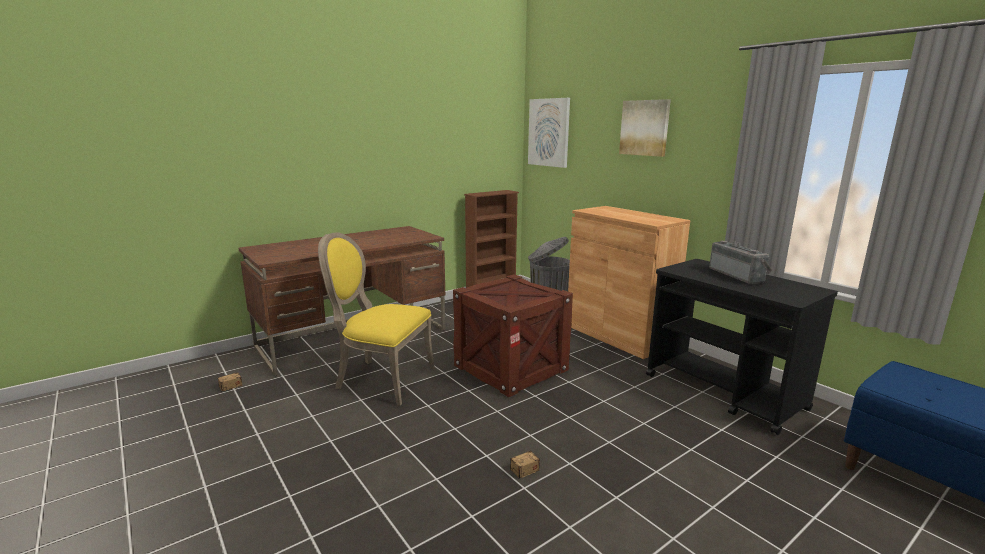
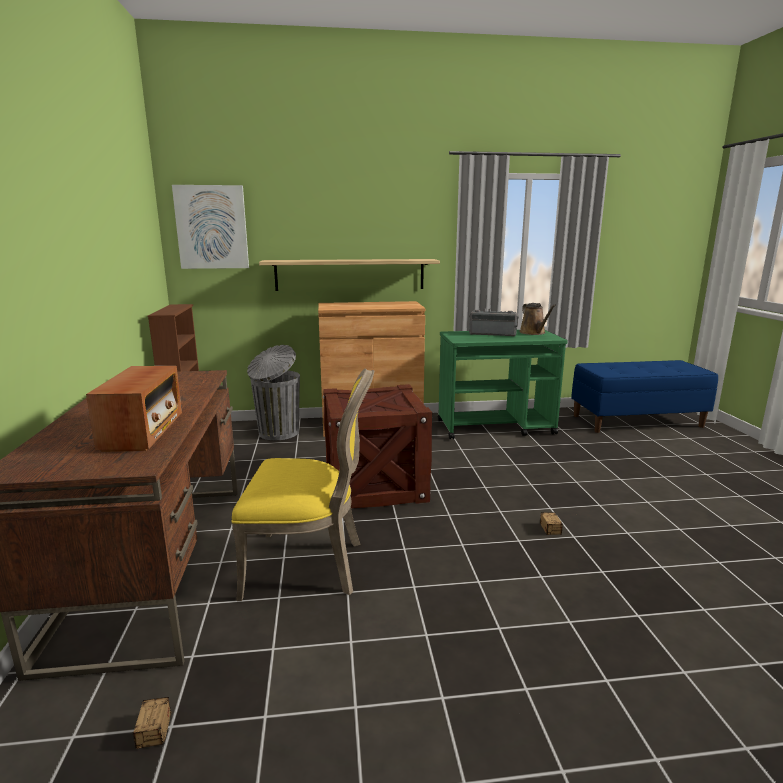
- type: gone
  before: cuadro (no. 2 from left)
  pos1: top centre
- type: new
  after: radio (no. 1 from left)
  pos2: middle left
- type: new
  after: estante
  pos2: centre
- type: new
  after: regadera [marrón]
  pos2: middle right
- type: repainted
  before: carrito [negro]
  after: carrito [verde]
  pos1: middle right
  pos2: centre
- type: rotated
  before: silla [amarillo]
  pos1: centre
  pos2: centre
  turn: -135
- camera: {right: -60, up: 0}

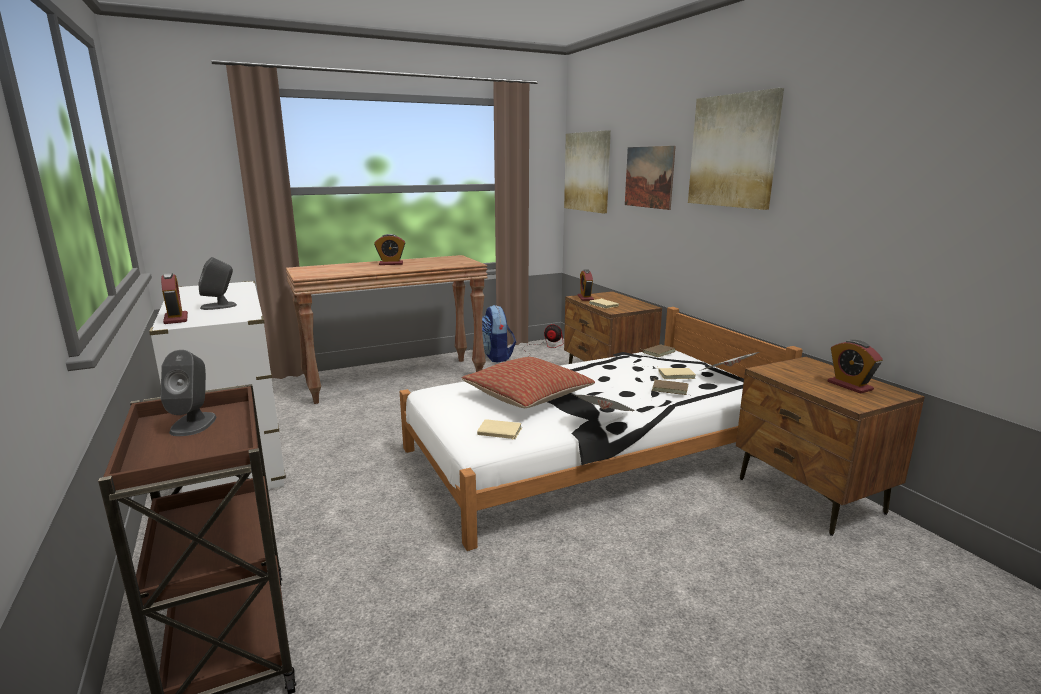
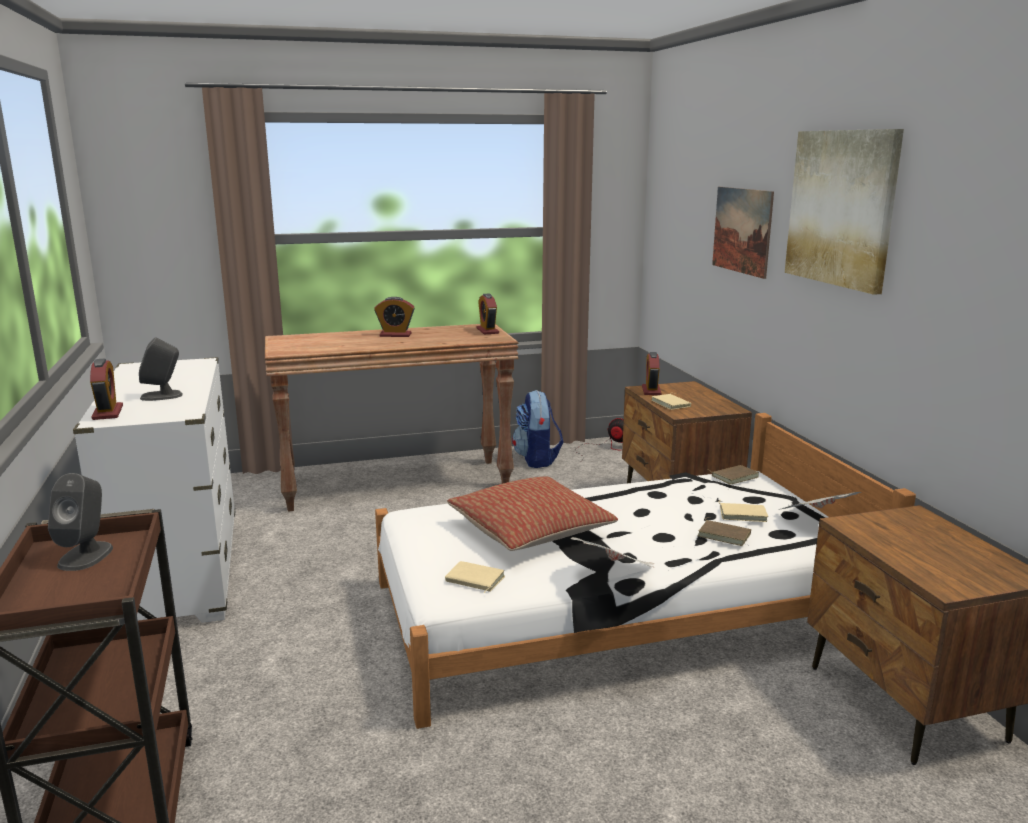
- type: gone
  before: cuadro (no. 1 from left)
  pos1: top centre
- type: shifted
  before: despertador (no. 4 from left in the first image)
  after: despertador (no. 3 from left)
  pos1: middle right
  pos2: centre
- camera: {right: 10, up: 0}

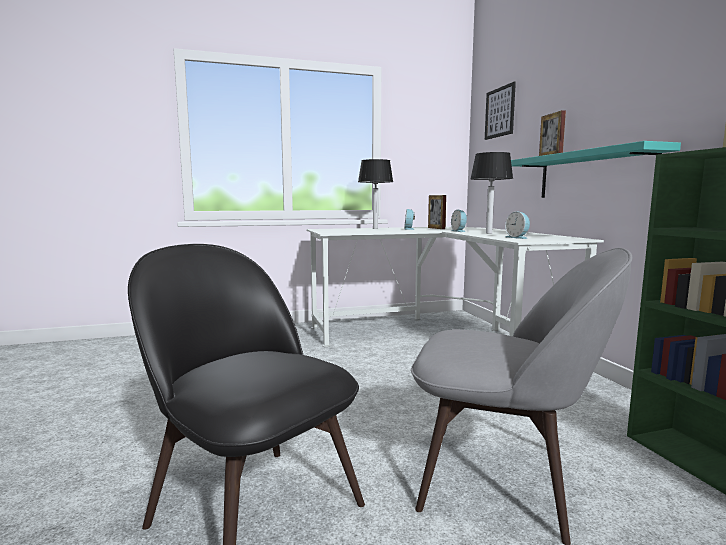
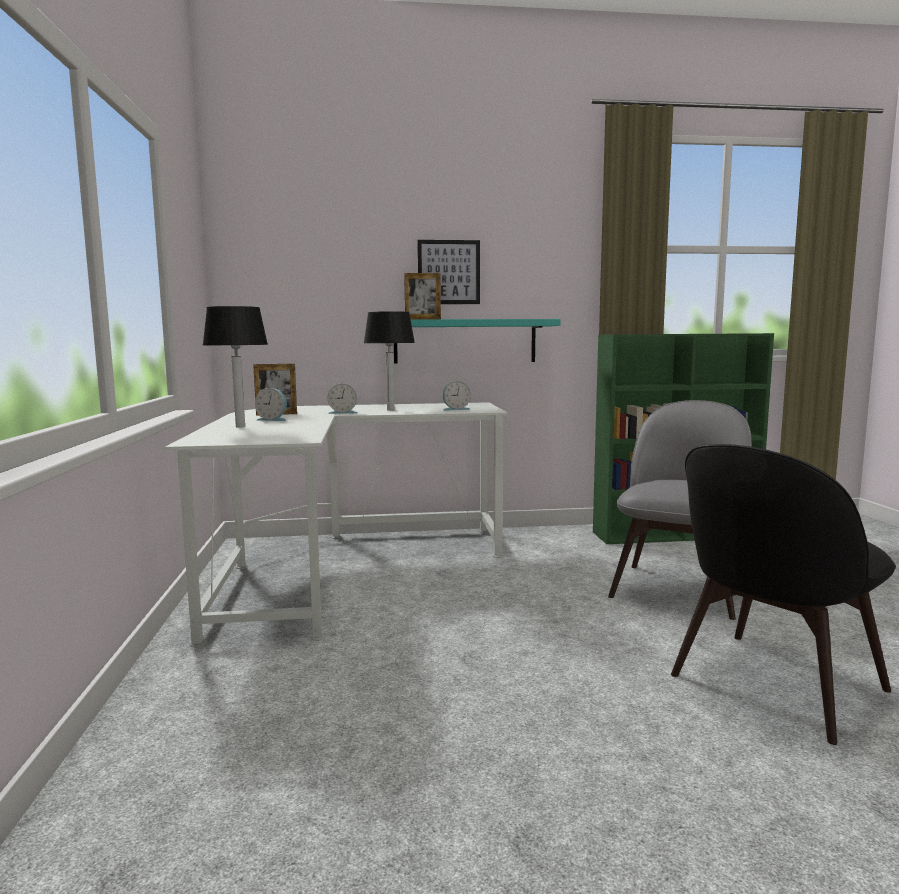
- type: shifted
  before: cuadro
  pos1: top right
  pos2: top centre
- camera: {right: -80, up: 0}

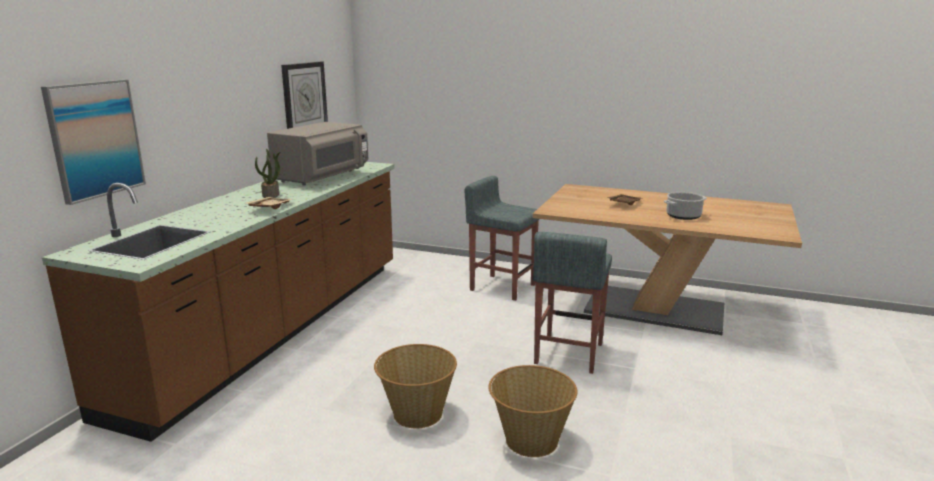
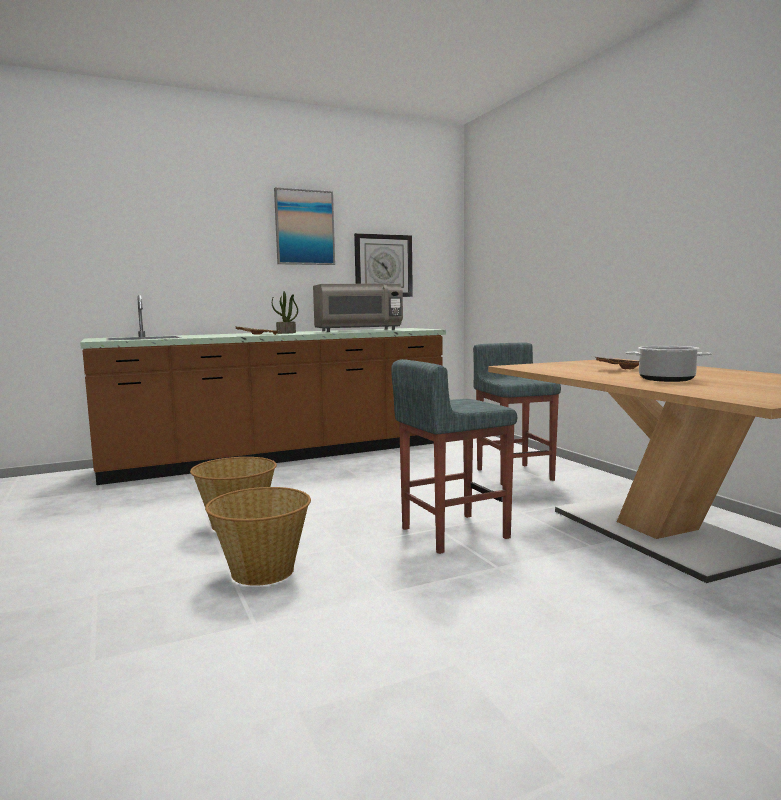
- type: shifted
  before: cuadro
  pos1: top left
  pos2: top centre
- camera: {right: 45, up: -10}

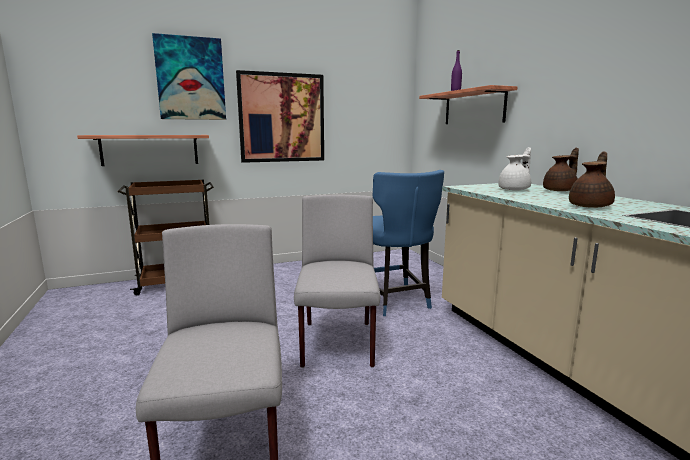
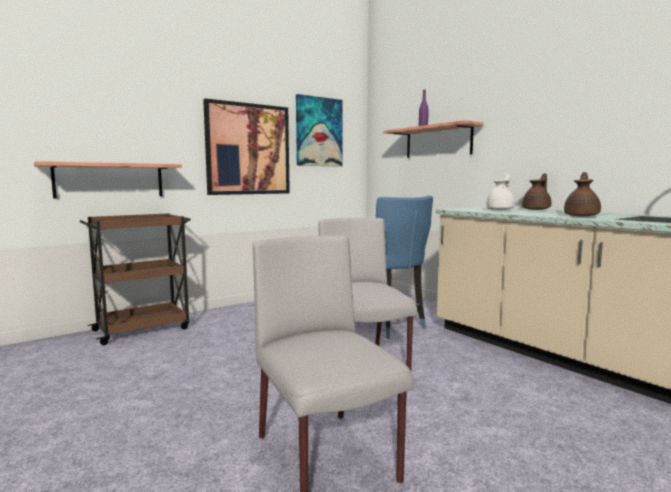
- type: shifted
  before: cuadro (no. 1 from left in the first image)
  after: cuadro (no. 2 from left)
  pos1: top left
  pos2: top centre
- camera: {right: -15, up: -5}

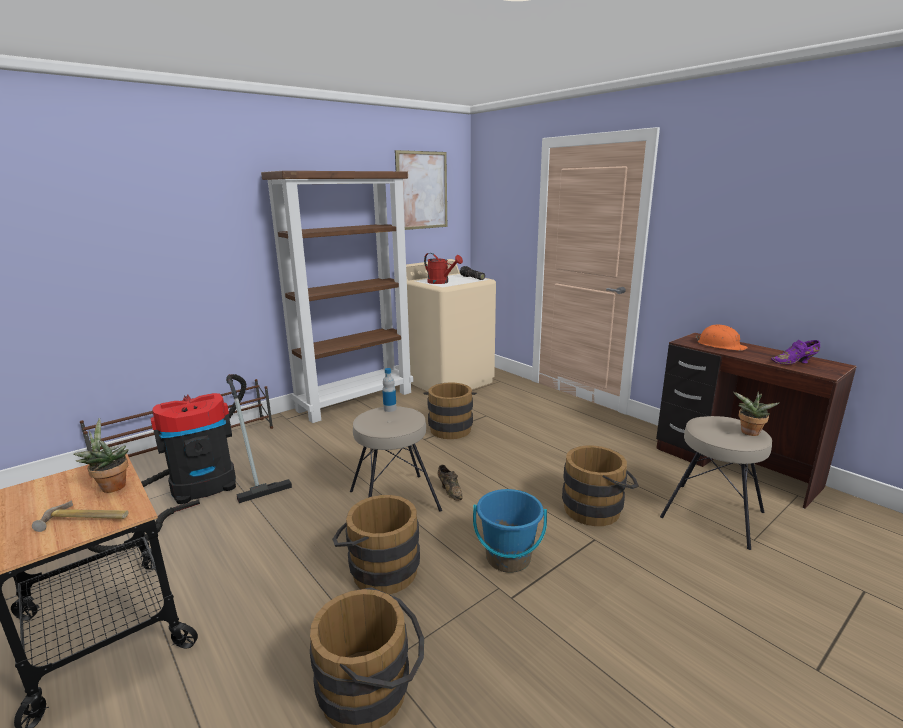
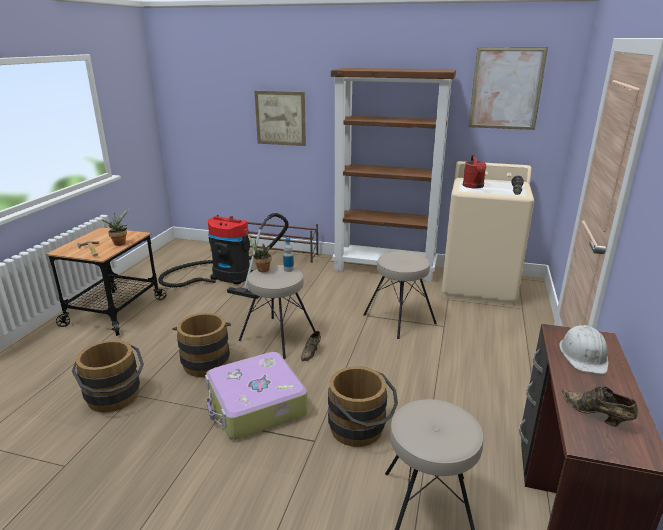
- type: new
  after: cuadro (no. 1 from left)
  pos2: top centre
- type: shifted
  before: planta en maceta (no. 2 from left)
  pos1: middle right
  pos2: centre
- type: swapped
  before: cubo [marrón] (no. 3 from left)
  after: taburete [beis] (no. 2 from left)
  pos1: centre
  pos2: centre
- type: swapped
  before: cubo [azul]
  after: maleta
  pos1: bottom centre
  pos2: bottom centre
- type: repainted
  before: casco [naranja]
  after: casco [blanco]
  pos1: middle right
  pos2: middle right
- type: repainted
  before: zapato [morado]
  after: zapato [marrón] (no. 2 from left)
  pos1: middle right
  pos2: bottom right
- camera: {right: 55, up: 5}

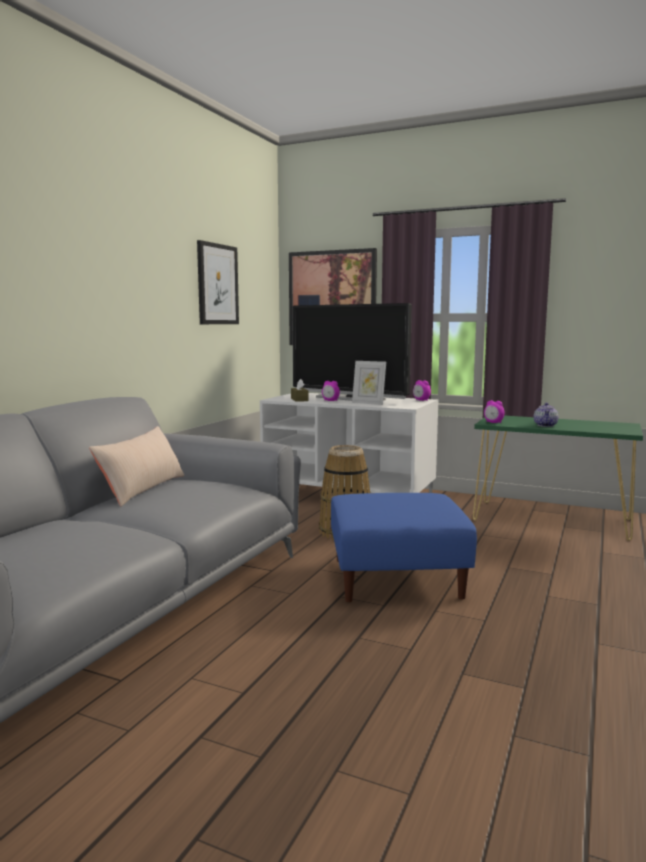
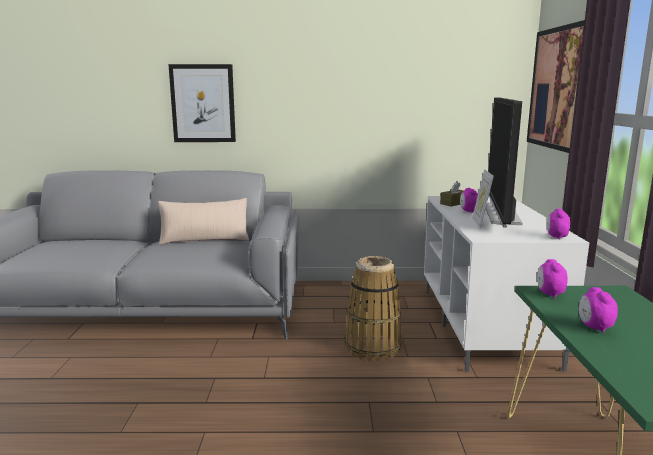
- type: gone
  before: puf [azul]
  pos1: centre
- type: shifted
  before: cuadro (no. 1 from left)
  pos1: top centre
  pos2: top left
- type: swapped
  before: tetera
  after: despertador (no. 4 from left)
  pos1: middle right
  pos2: bottom right
- camera: {right: 65, up: 5}

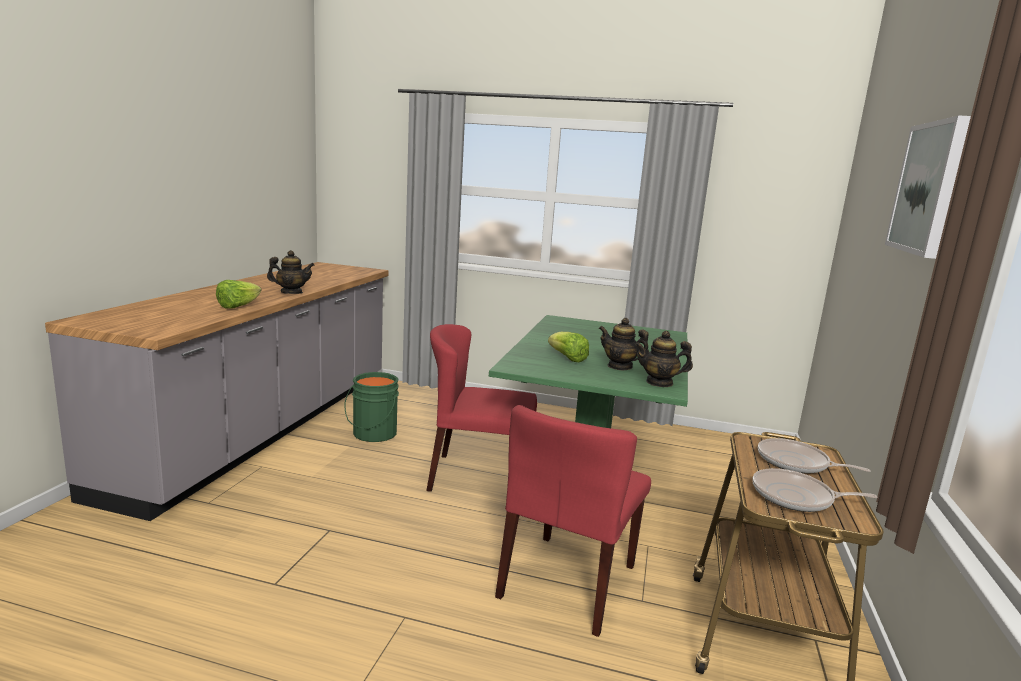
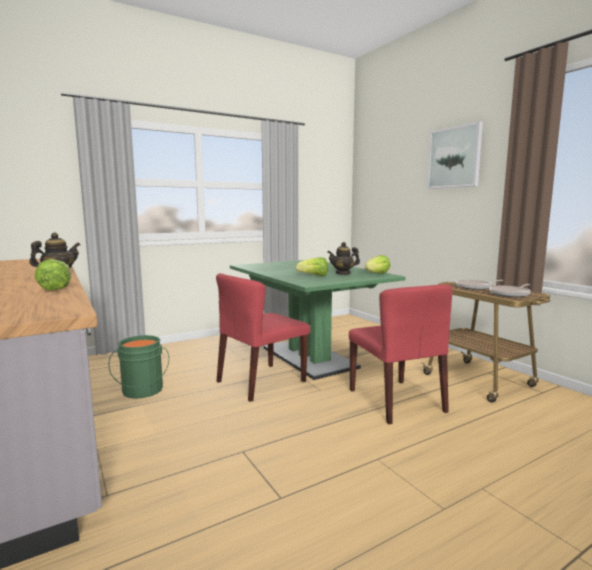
- type: swapped
  before: tetera (no. 3 from left)
  after: lechuga (no. 3 from left)
  pos1: centre
  pos2: centre
- camera: {right: -45, up: -5}

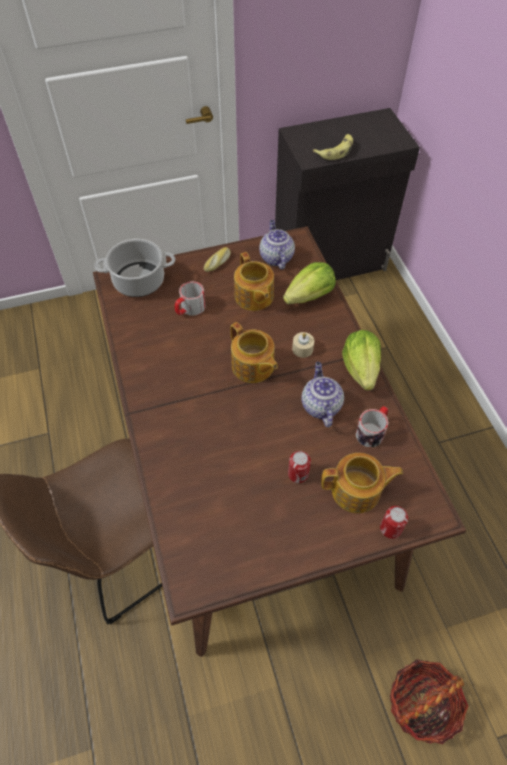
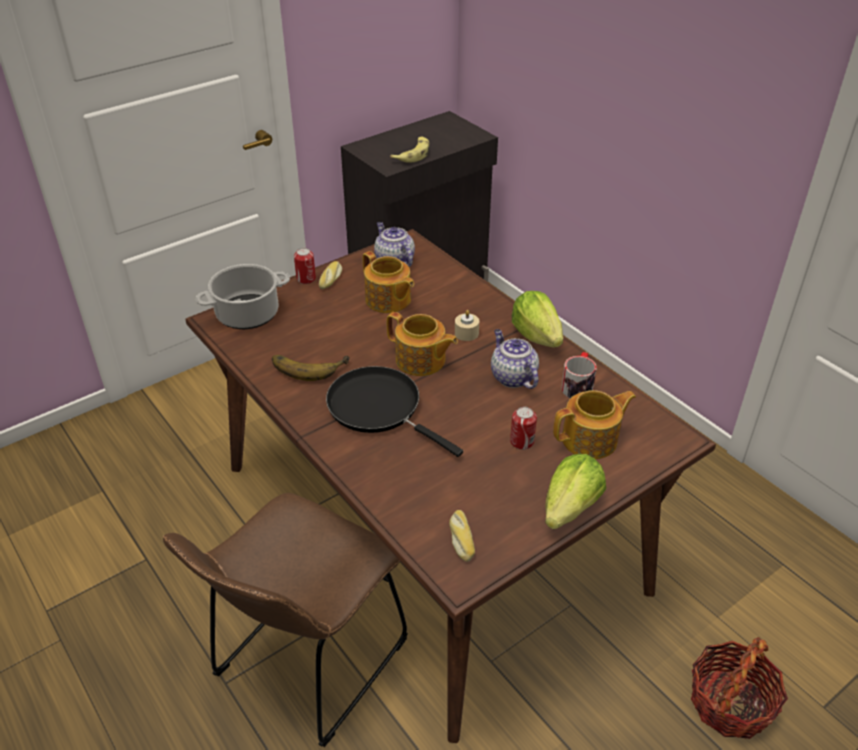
- type: gone
  before: taza grande (no. 1 from left)
  pos1: centre
- type: new
  after: plátano (no. 1 from left)
  pos2: centre
- type: new
  after: sartén [negro]
  pos2: centre
- type: new
  after: pan (no. 2 from left)
  pos2: bottom centre
- type: shifted
  before: lechuga (no. 1 from left in the first image)
  after: lechuga (no. 2 from left)
  pos1: centre
  pos2: middle right
- type: shifted
  before: lata (no. 2 from left in the first image)
  after: lata (no. 1 from left)
  pos1: bottom right
  pos2: centre
- camera: {right: -20, up: -15}

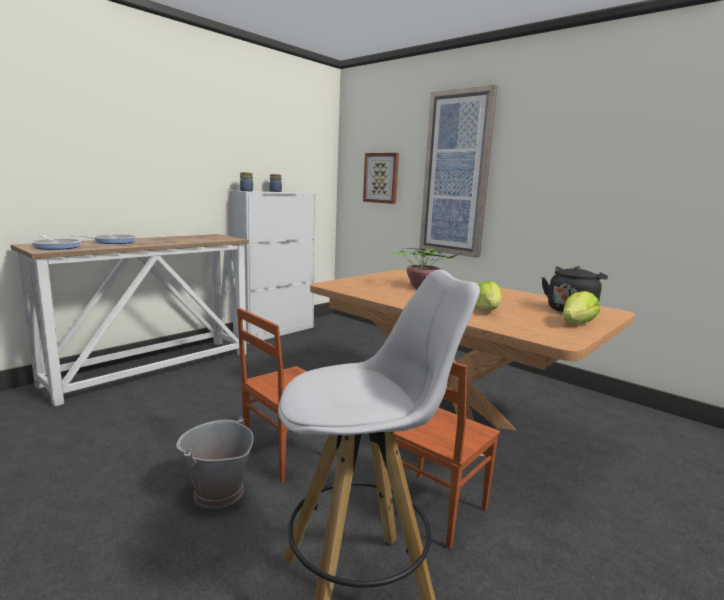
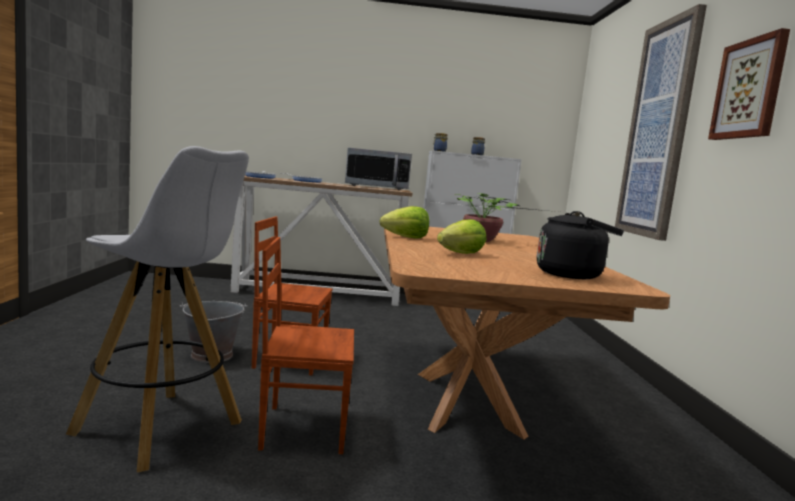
- type: new
  after: microondas
  pos2: centre
- type: shifted
  before: cuadro (no. 1 from left in the first image)
  after: cuadro (no. 2 from left)
  pos1: top centre
  pos2: top right
- type: shifted
  before: lechuga (no. 2 from left in the first image)
  after: lechuga (no. 1 from left)
  pos1: middle right
  pos2: centre
- camera: {right: 45, up: -5}

